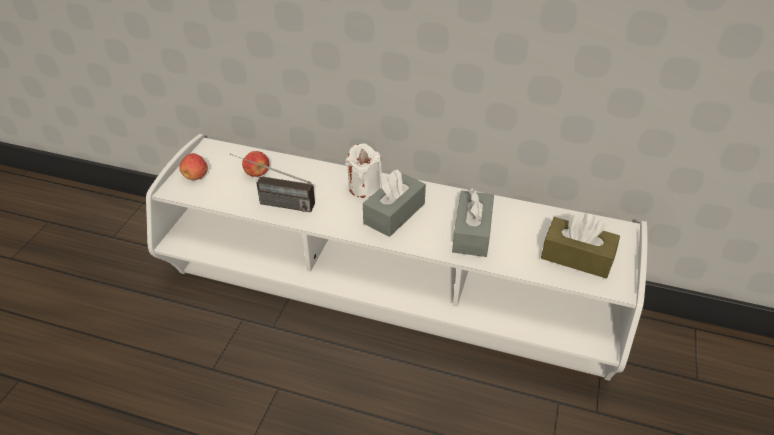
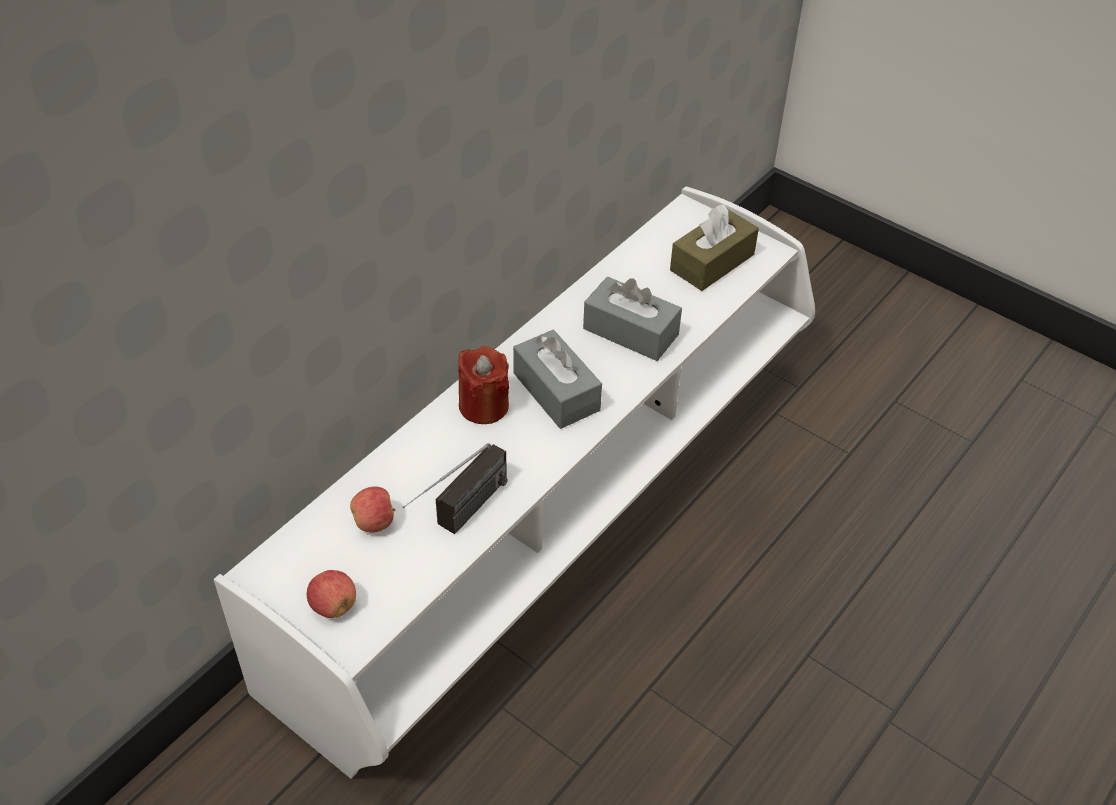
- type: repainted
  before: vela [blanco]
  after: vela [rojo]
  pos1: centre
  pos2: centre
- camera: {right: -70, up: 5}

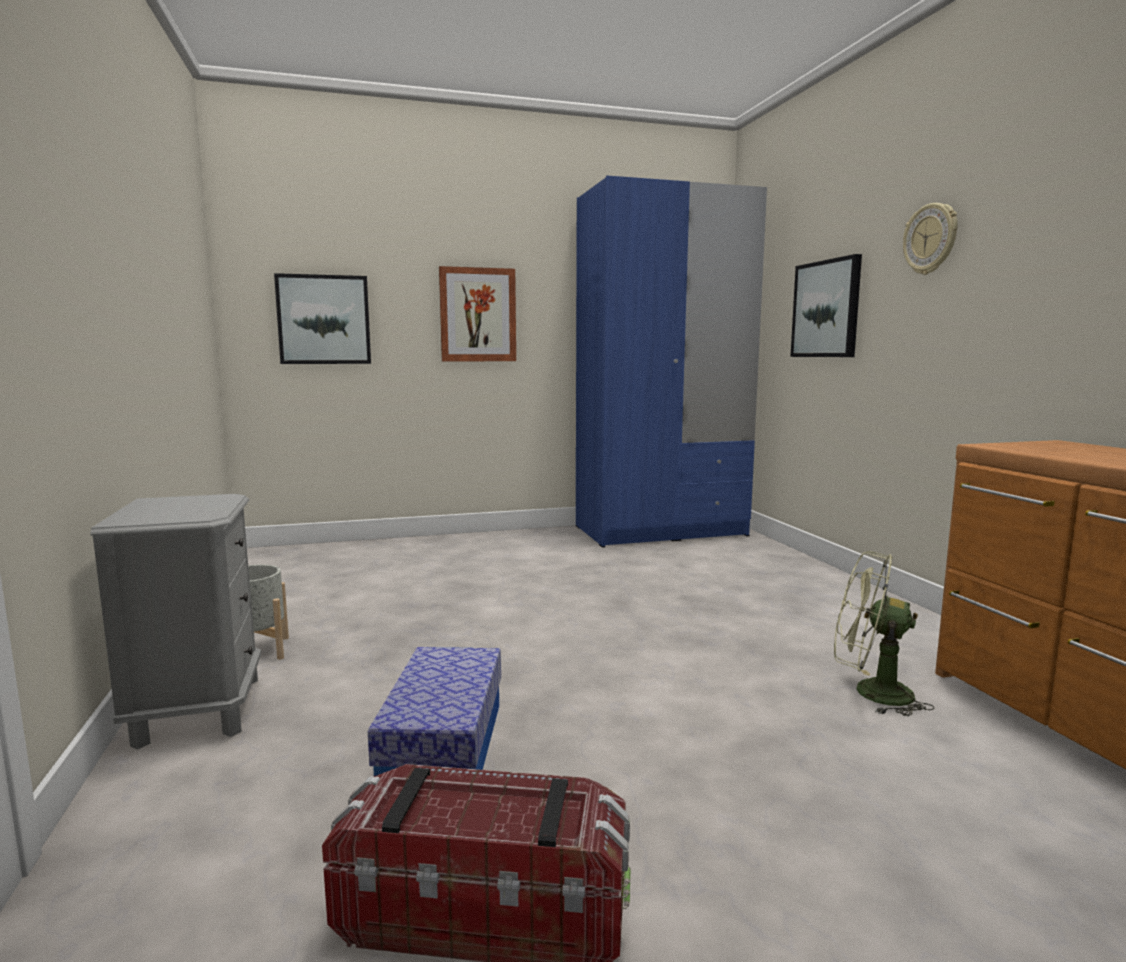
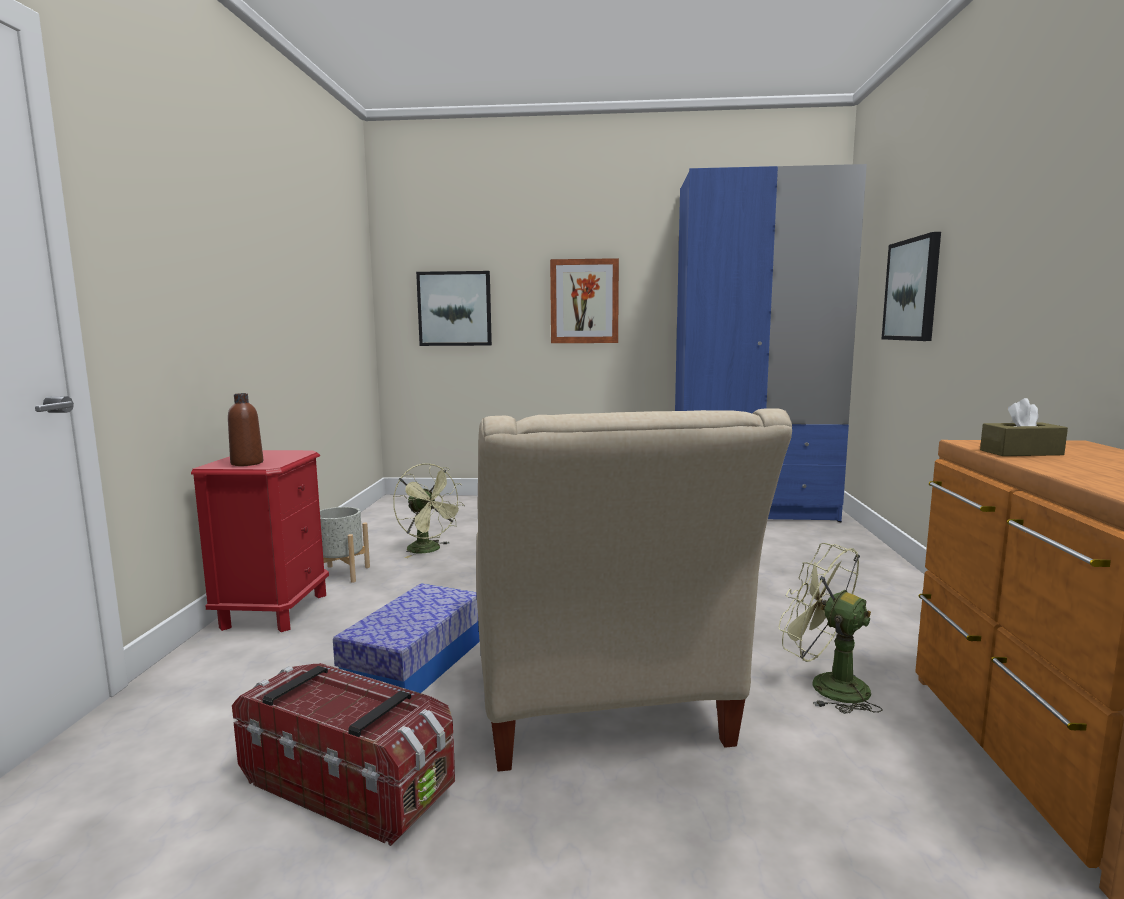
- type: gone
  before: reloj de pared
  pos1: top right
- type: new
  after: botella [marrón]
  pos2: middle left
- type: new
  after: ventilador [verde] (no. 1 from left)
  pos2: centre
- type: new
  after: sillón [beis]
  pos2: centre
- type: new
  after: caja de pañuelos [marrón]
  pos2: middle right
- type: repainted
  before: mesita de noche [gris]
  after: mesita de noche [rojo]
  pos1: middle left
  pos2: middle left
- camera: {right: 20, up: 0}

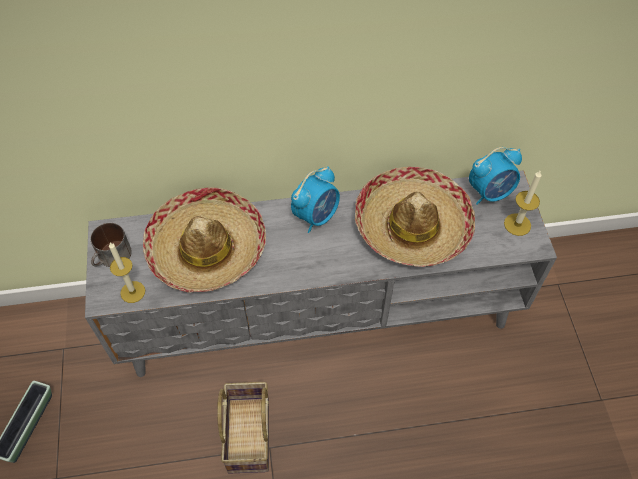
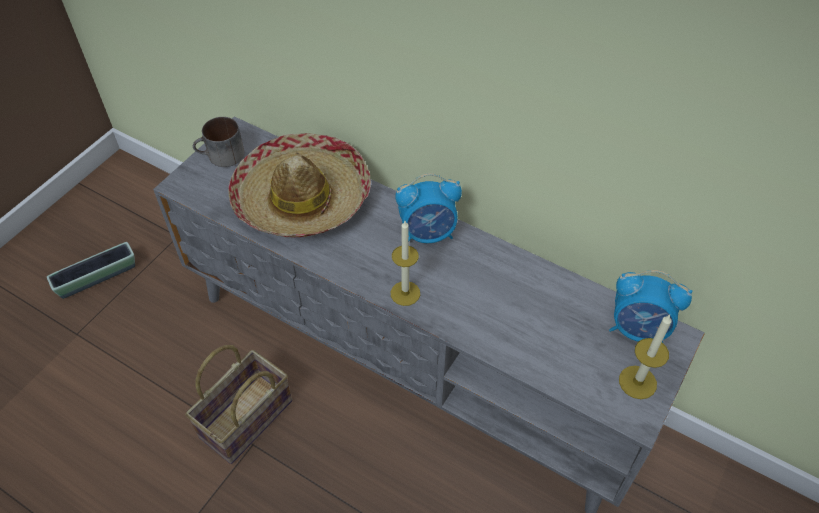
- type: gone
  before: sombrero (no. 2 from left)
  pos1: centre
- type: shifted
  before: vela (no. 1 from left)
  pos1: middle left
  pos2: centre
- camera: {right: 40, up: -5}

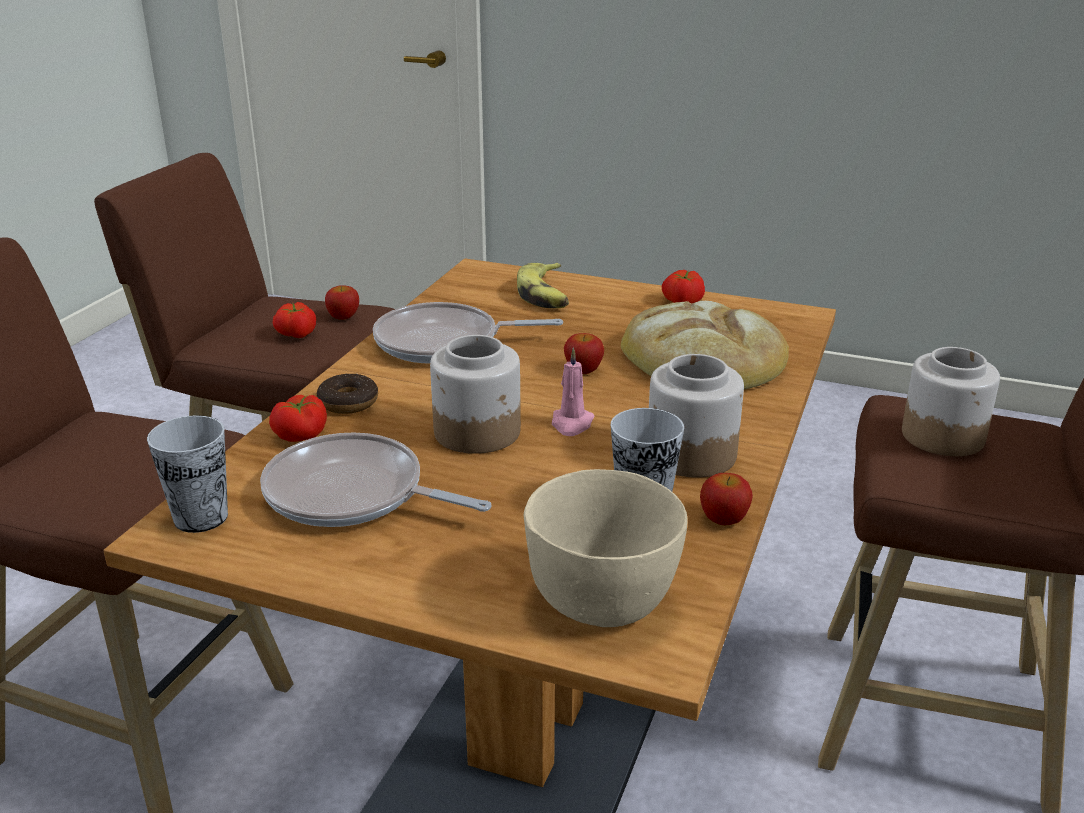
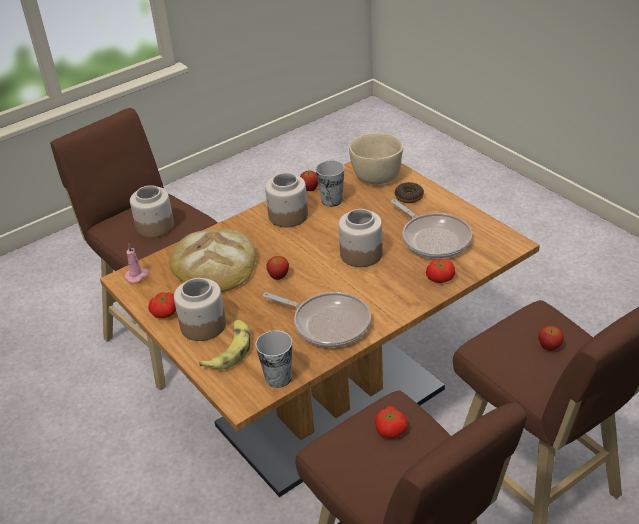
- type: new
  after: tarro (no. 2 from left)
  pos2: middle left
- type: shifted
  before: taza (no. 1 from left)
  pos1: middle left
  pos2: bottom centre
- type: shifted
  before: rosquilla
  pos1: middle left
  pos2: centre
- type: shifted
  before: manzana (no. 1 from left in the first image)
  after: manzana (no. 3 from left)
  pos1: middle left
  pos2: middle right
- type: shifted
  before: vela [rosa]
  pos1: centre
  pos2: middle left
- camera: {right: -145, up: 10}

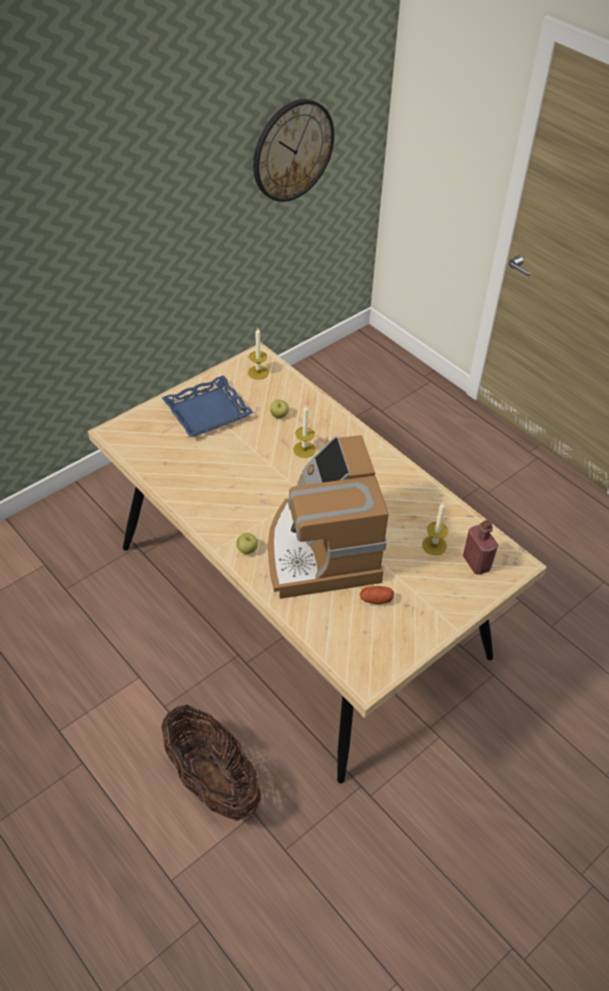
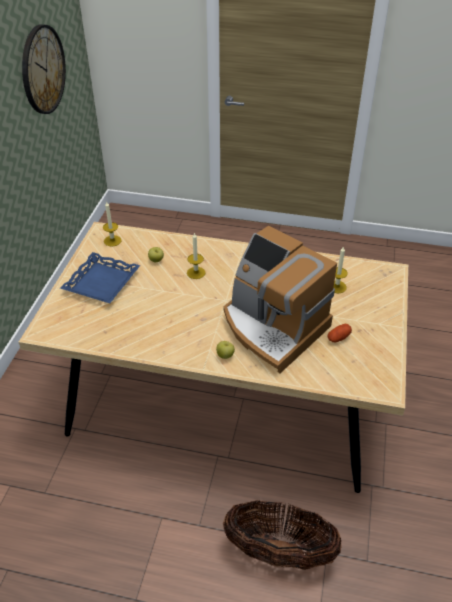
- type: gone
  before: botella [rojo]
  pos1: middle right
- camera: {right: -35, up: -5}

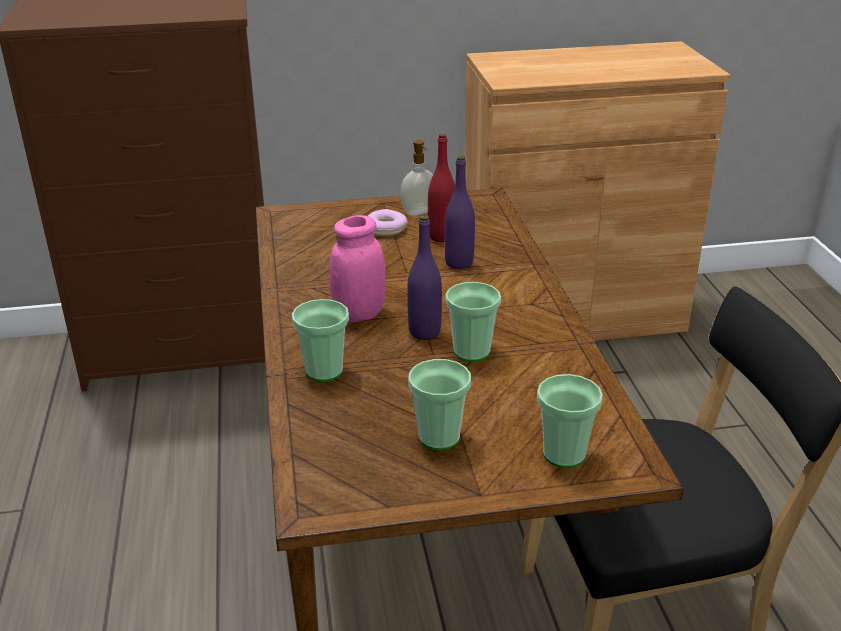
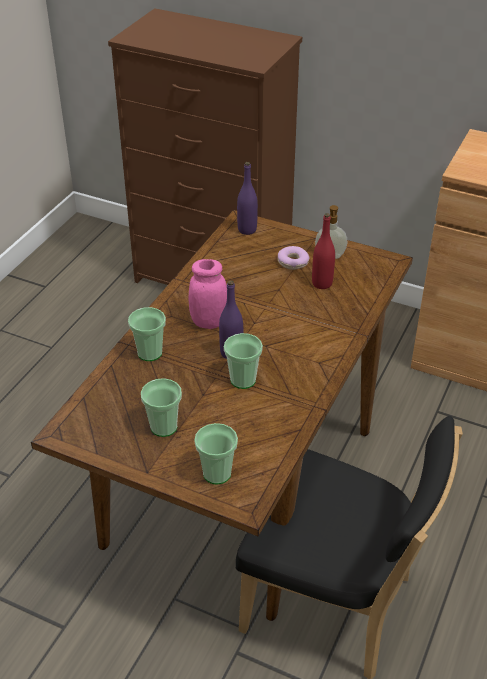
- type: shifted
  before: botella [morado] (no. 2 from left)
  pos1: centre
  pos2: top centre
- camera: {right: 35, up: 10}

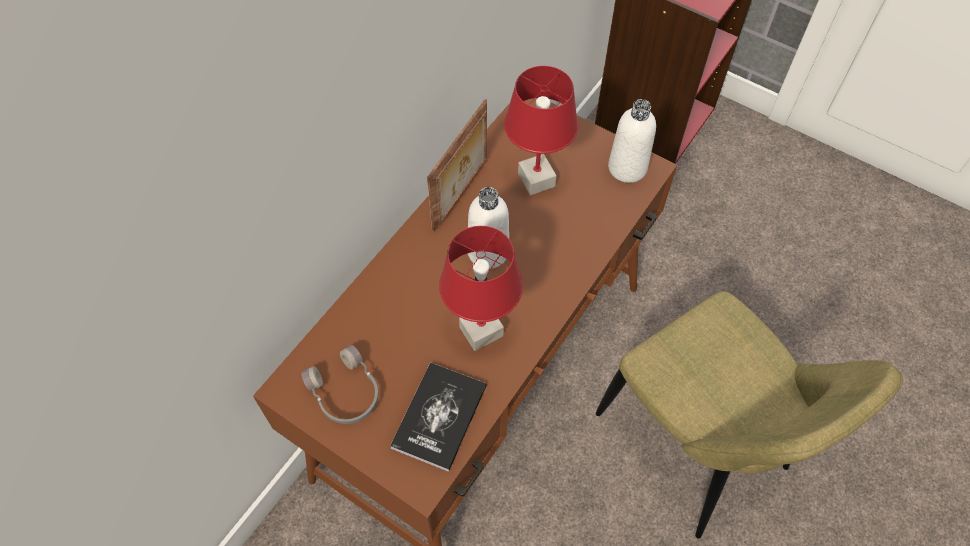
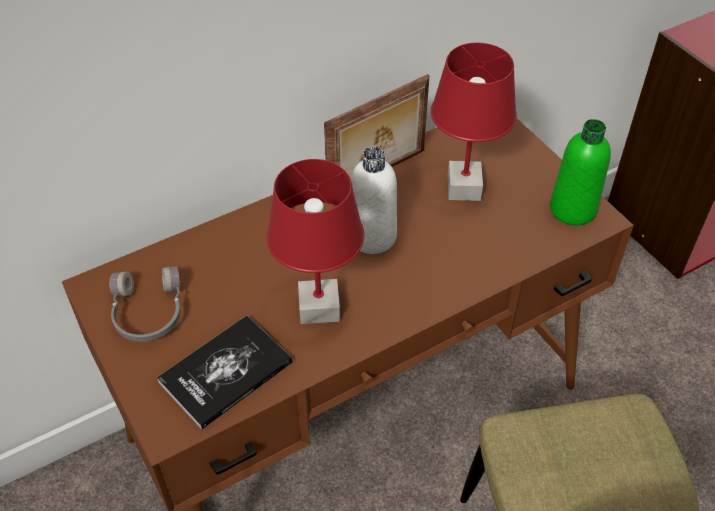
- type: repainted
  before: botella [blanco] (no. 2 from left)
  after: botella [verde]
  pos1: top centre
  pos2: middle right
- camera: {right: 25, up: -10}

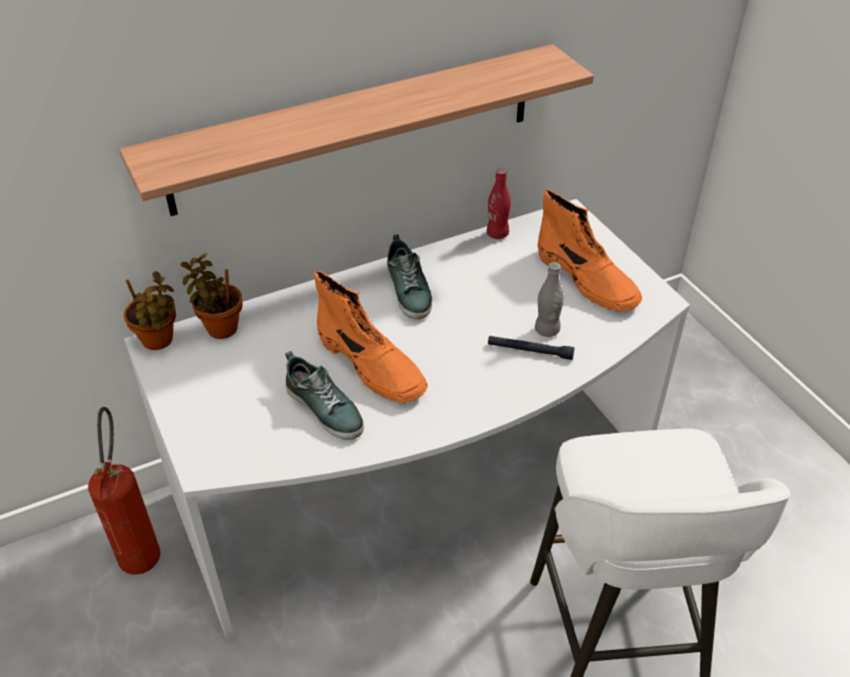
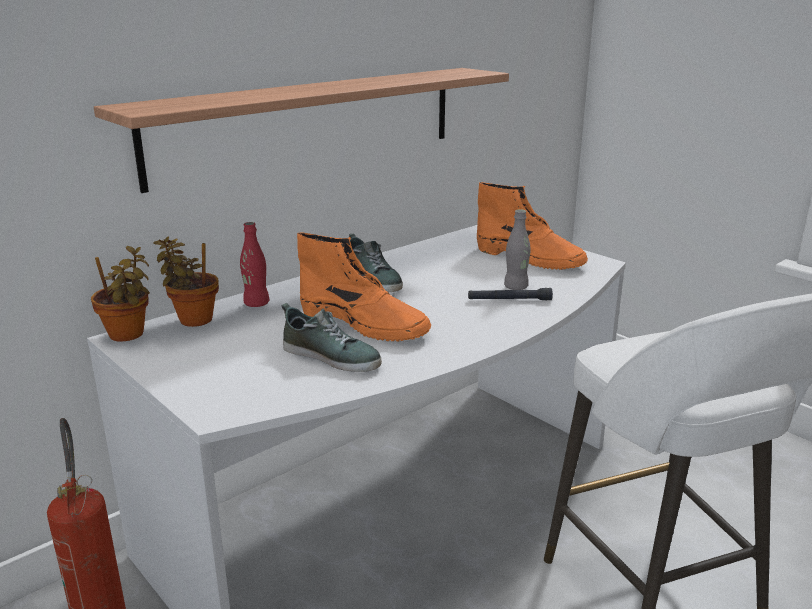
- type: shifted
  before: botella [rojo]
  pos1: top centre
  pos2: middle left
- camera: {right: -15, up: -20}

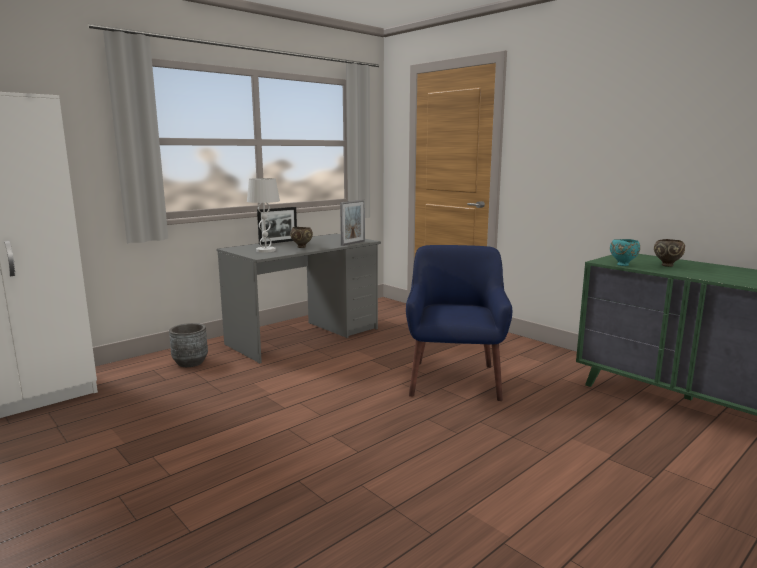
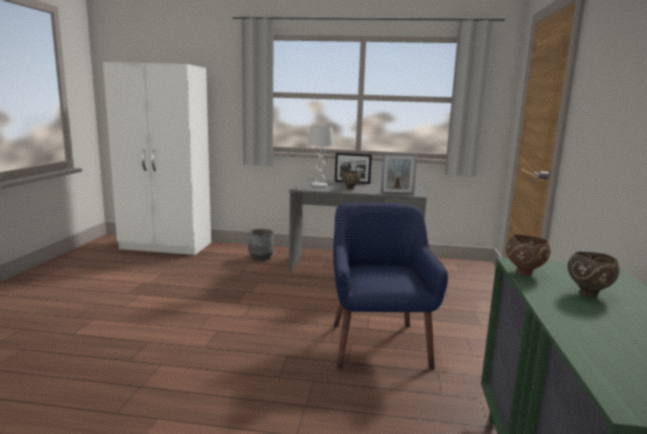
- type: repainted
  before: cuenco [turquesa]
  after: cuenco [marrón] (no. 2 from left)
  pos1: middle right
  pos2: middle right
- type: rotated
  before: sillón [azul]
  pos1: centre
  pos2: centre
  turn: -60
- camera: {right: 50, up: 0}

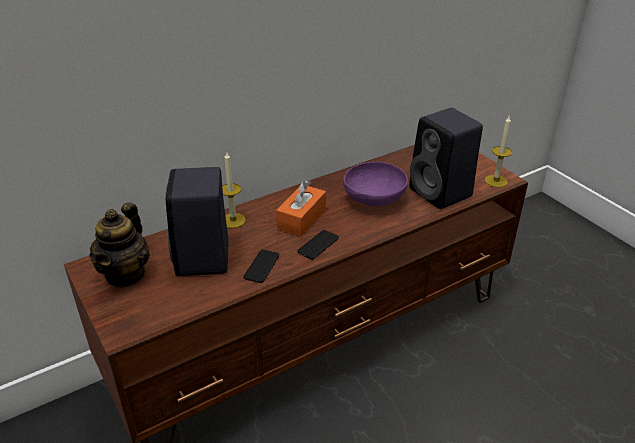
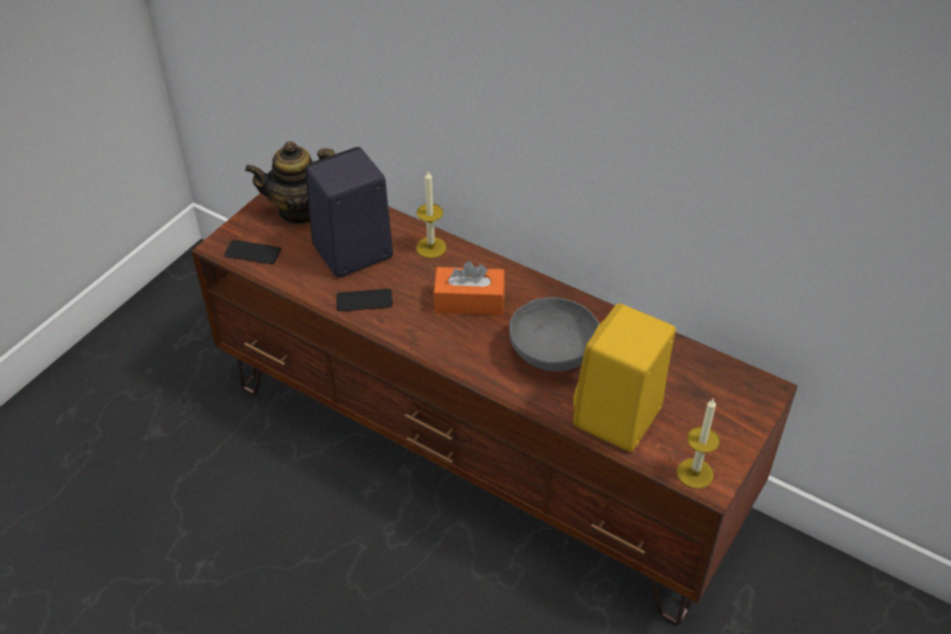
- type: shifted
  before: móvil (no. 2 from left in the first image)
  after: móvil (no. 1 from left)
  pos1: centre
  pos2: middle left
- type: repainted
  before: cuenco [morado]
  after: cuenco [gris]
  pos1: centre
  pos2: centre
- type: repainted
  before: altavoz [negro] (no. 2 from left)
  after: altavoz [amarillo]
  pos1: middle right
  pos2: centre
- camera: {right: 65, up: 10}

